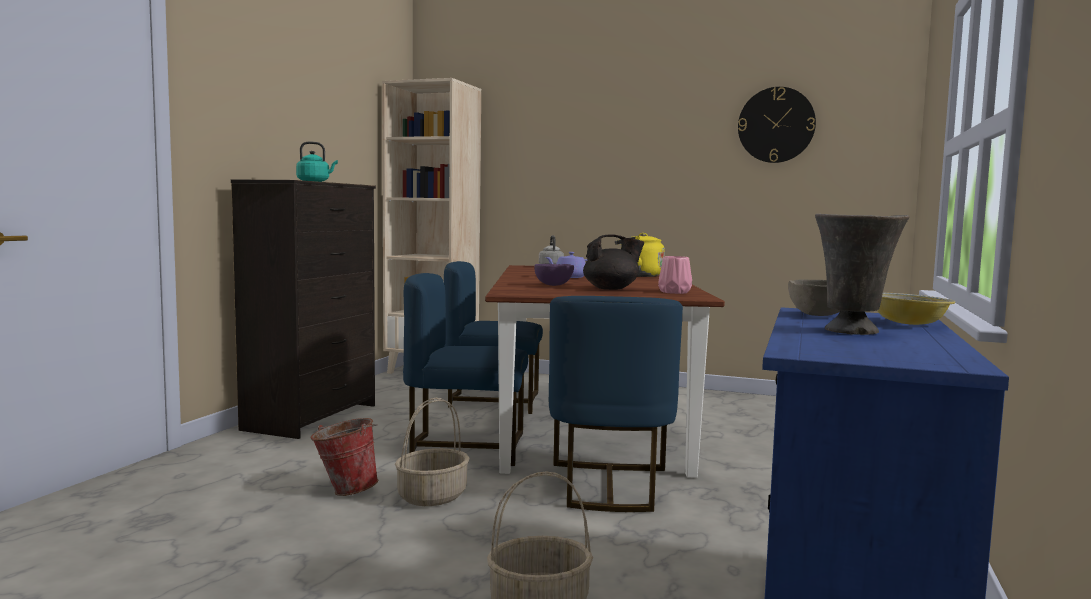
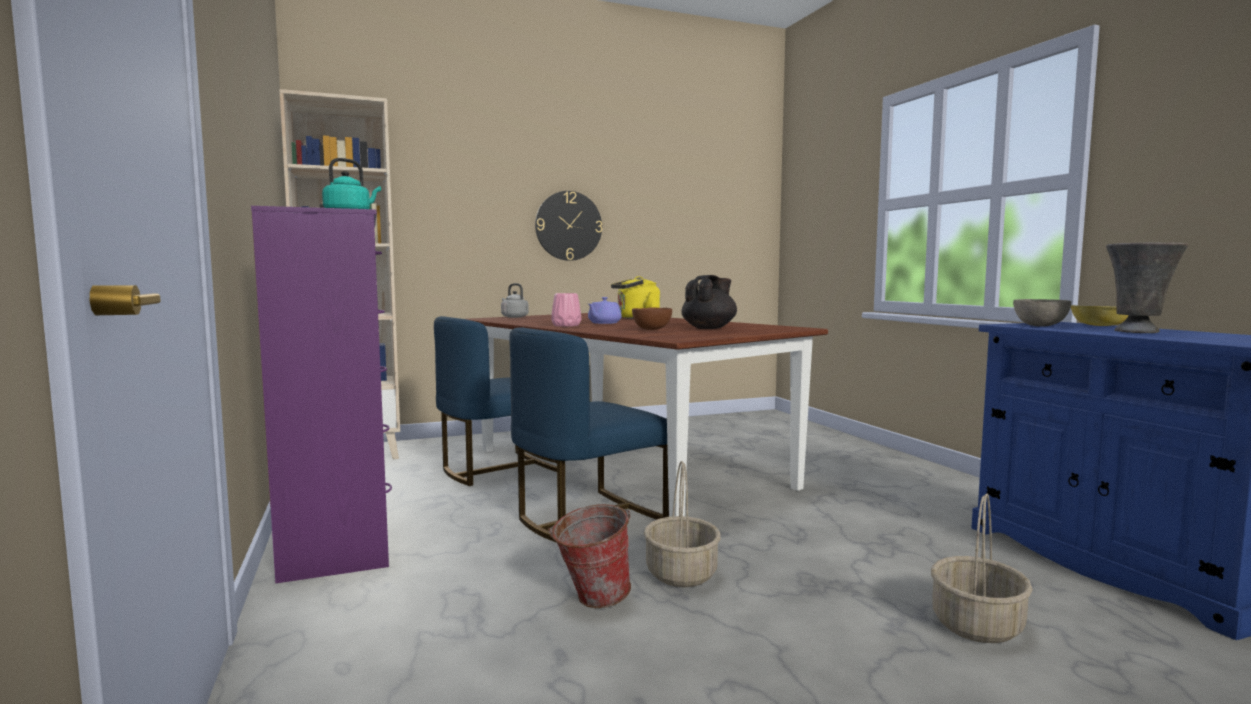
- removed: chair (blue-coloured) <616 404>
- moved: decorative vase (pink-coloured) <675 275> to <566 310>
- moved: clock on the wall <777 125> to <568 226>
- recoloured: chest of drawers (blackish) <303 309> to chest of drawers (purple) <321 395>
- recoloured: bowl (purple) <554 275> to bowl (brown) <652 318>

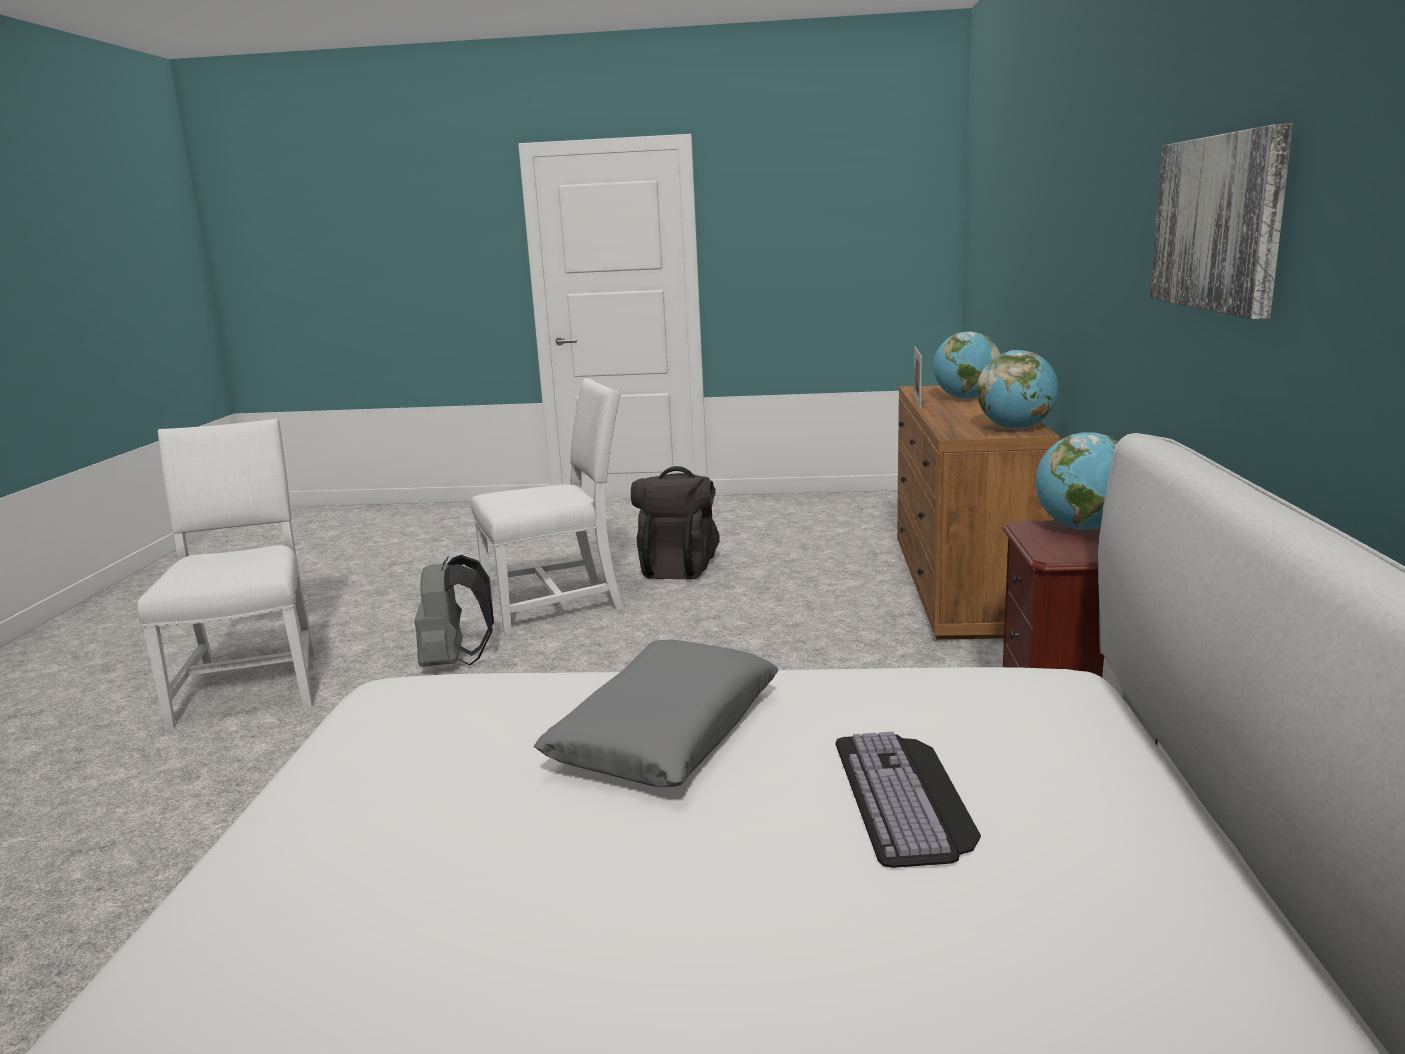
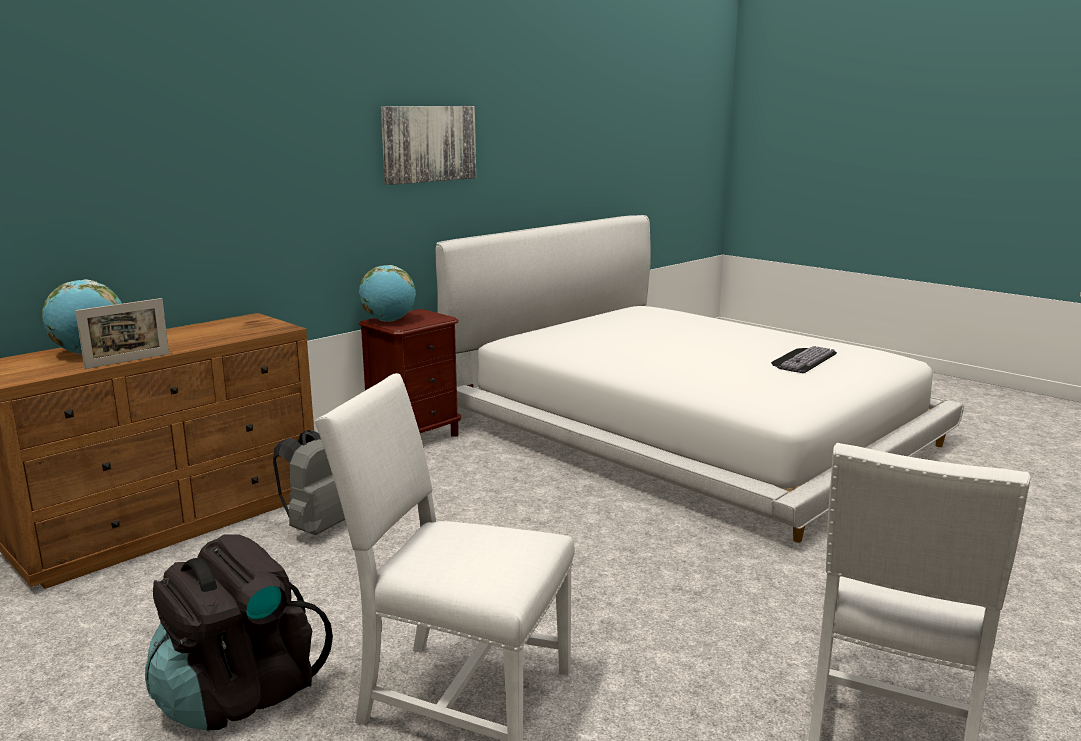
- removed: cushion (greyish) <656 713>
- removed: world globe <1017 389>
- moved: backpack (greyish) <454 611> to <309 482>
- moved: computer keyboard <908 800> to <804 359>

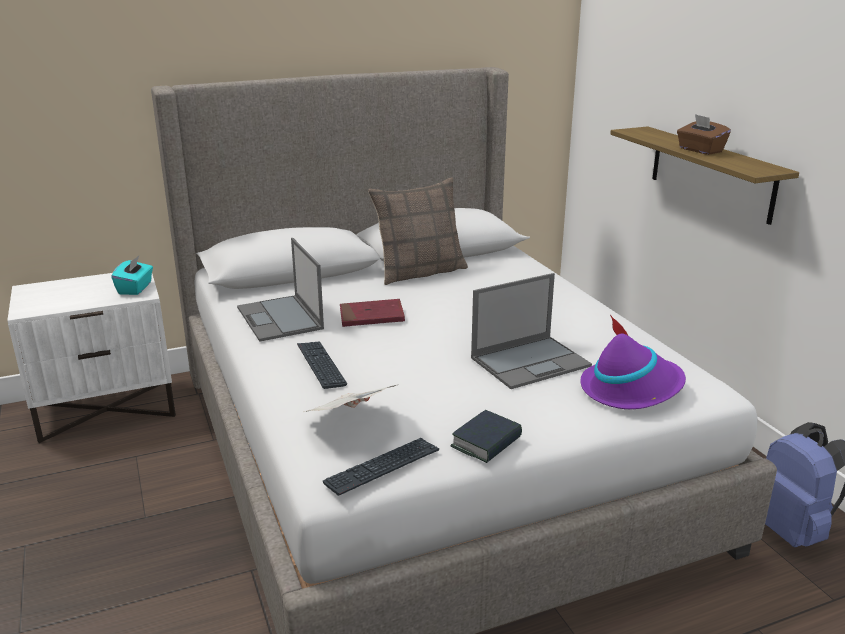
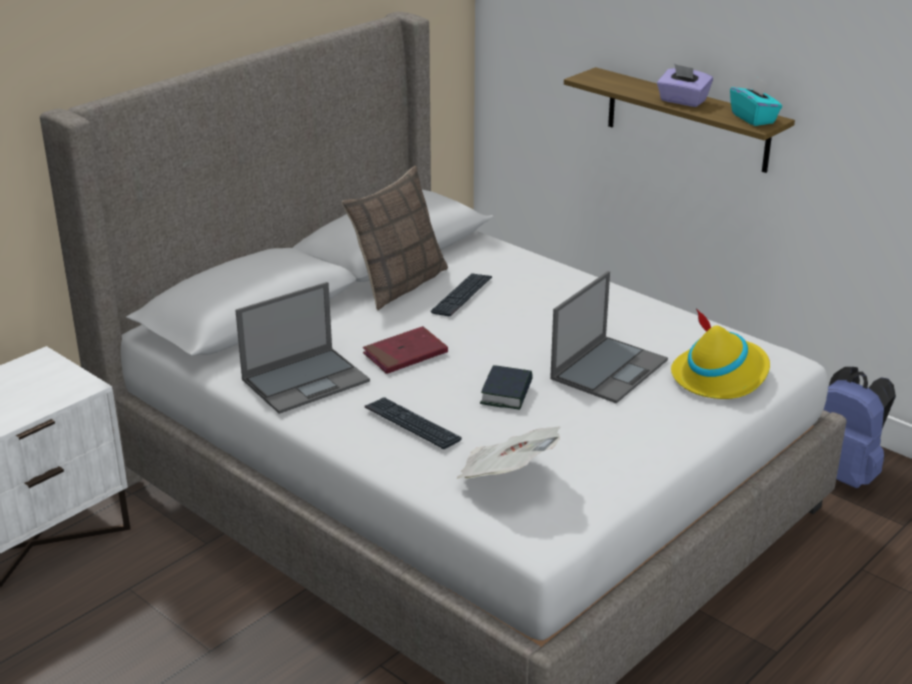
- moved: tissue box (turquoise-coloured) <132 275> to <756 102>
- moved: computer keyboard <381 467> to <461 295>
- moved: book <486 436> to <506 387>
- recoloured: hat (purple) <633 362> to hat (yellow) <720 353>
- recoloured: tissue box (brown) <704 134> to tissue box (purple) <685 85>
- turned: notebook computer <280 290> = <302 348> 75 degrees counterclockwise

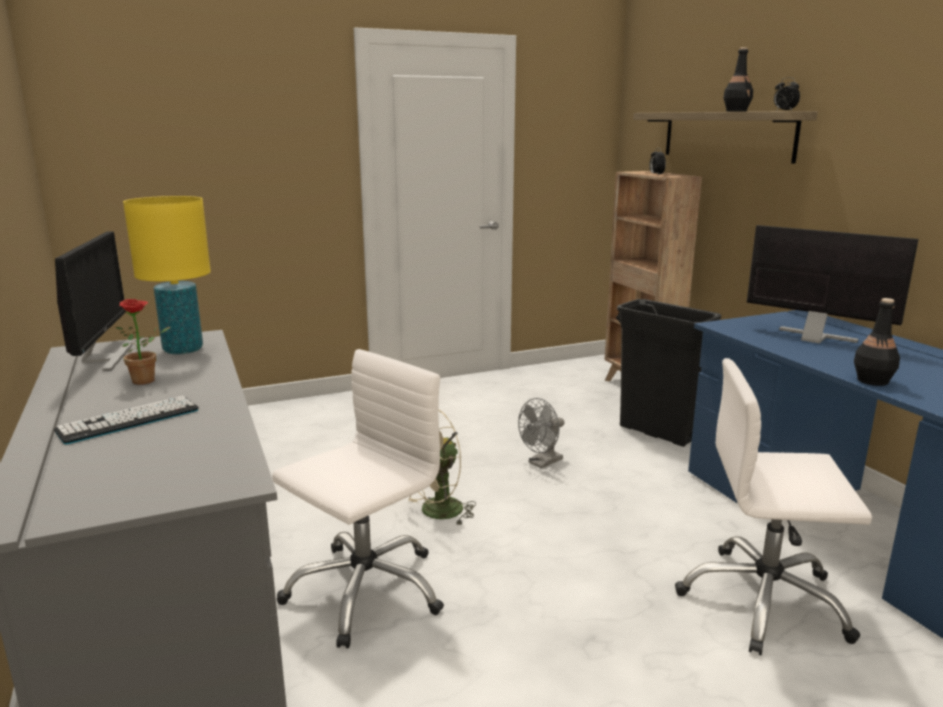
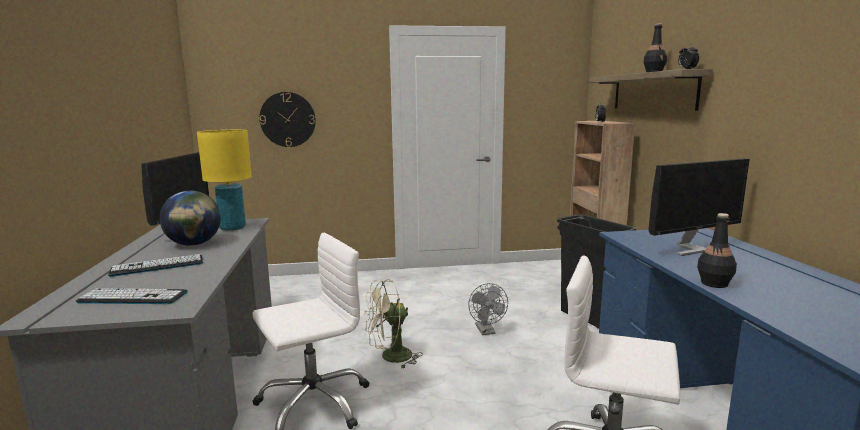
- added: computer keyboard <132 296>
- added: clock on the wall <287 119>
- replaced: potted plant <143 342> to world globe <190 218>
- turned: cooling fan (greyish) <541 433> = <488 309> 75 degrees counterclockwise
- turned: computer screen <833 284> = <699 207> 105 degrees clockwise

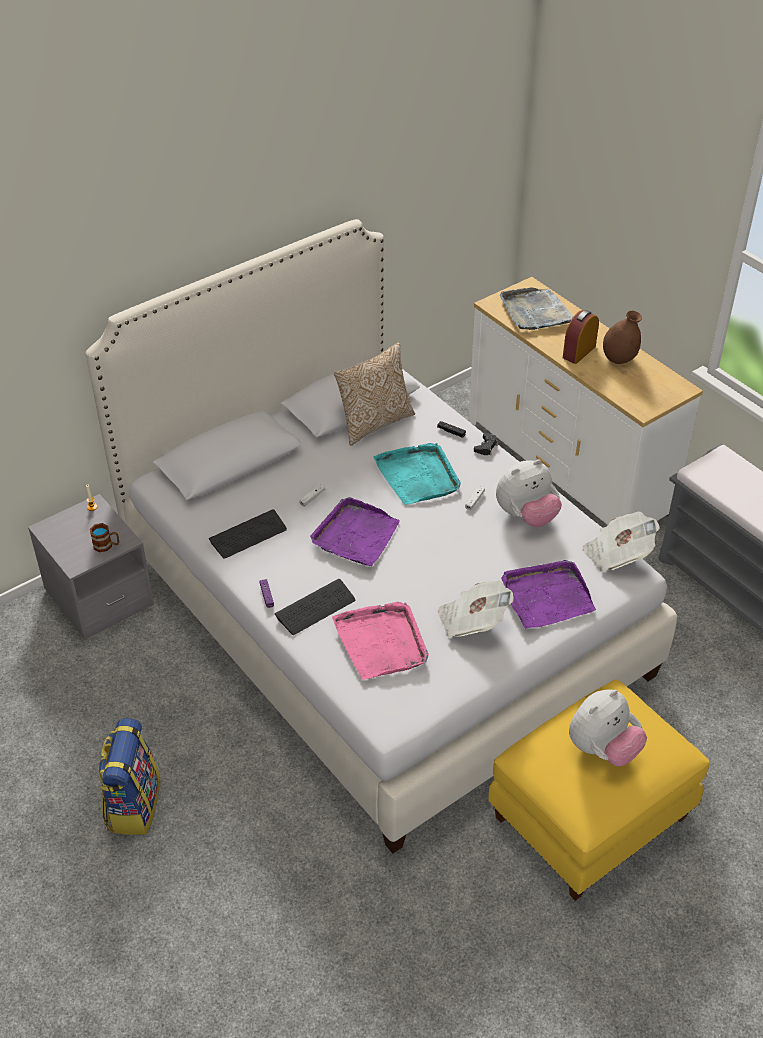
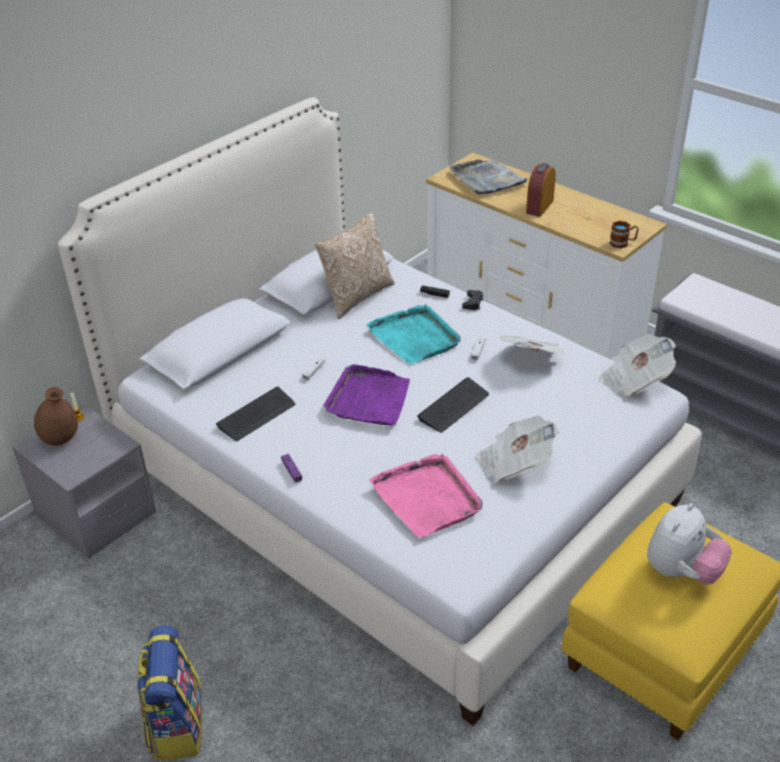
- removed: serving tray (purple) <548 594>
- moved: coffee mug <104 537> to <624 234>
- moved: computer keyboard <315 607> to <453 405>
- moved: decorative vase (brown) <622 337> to <56 416>
- replaced: soft toy <529 493> to printed paper <532 345>

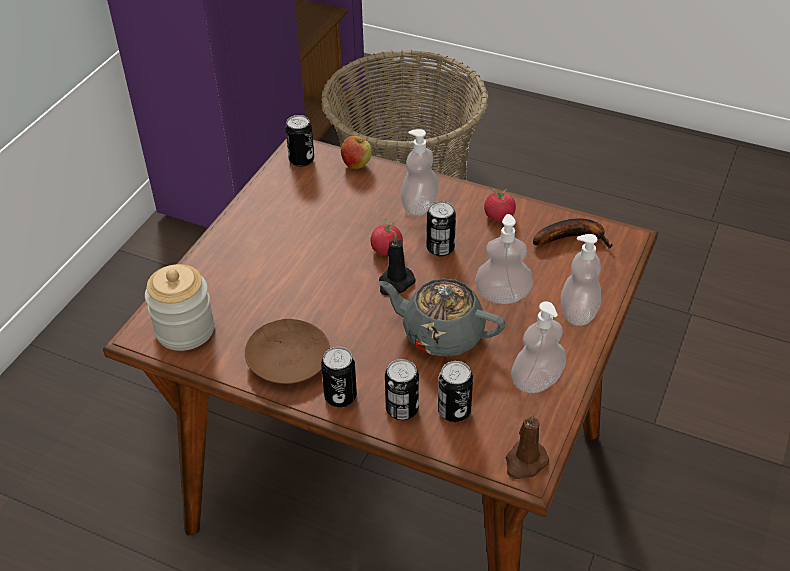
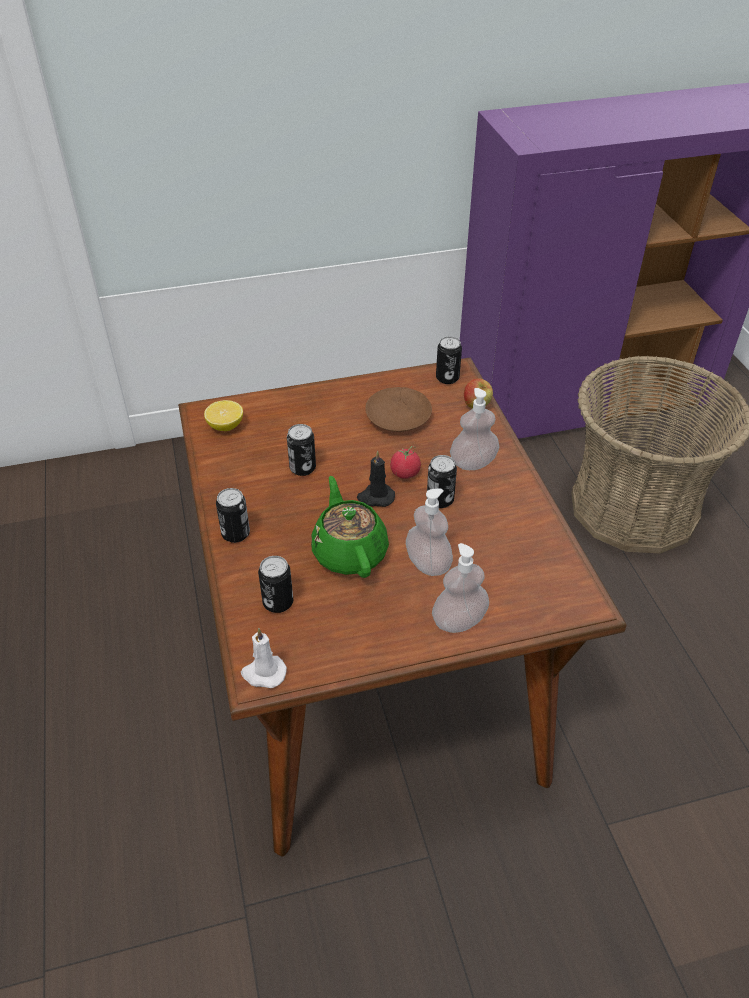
- removed: fresh tomato <500 204>
- removed: soap bottle <538 347>
- removed: whole banana <573 233>
- moved: dinner plate (brown) <287 351> to <398 409>
- moved: metal can <402 389> to <301 450>
- replaced: jar <180 307> to whole lemon <223 415>
- recoloured: teapot (greyish) <441 317> to teapot (greenish) <350 527>
- recoloured: wax candle (brown) <527 445> to wax candle (white) <264 658>

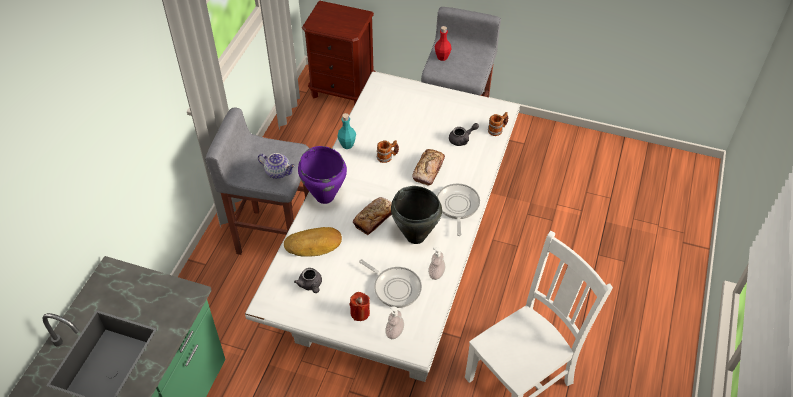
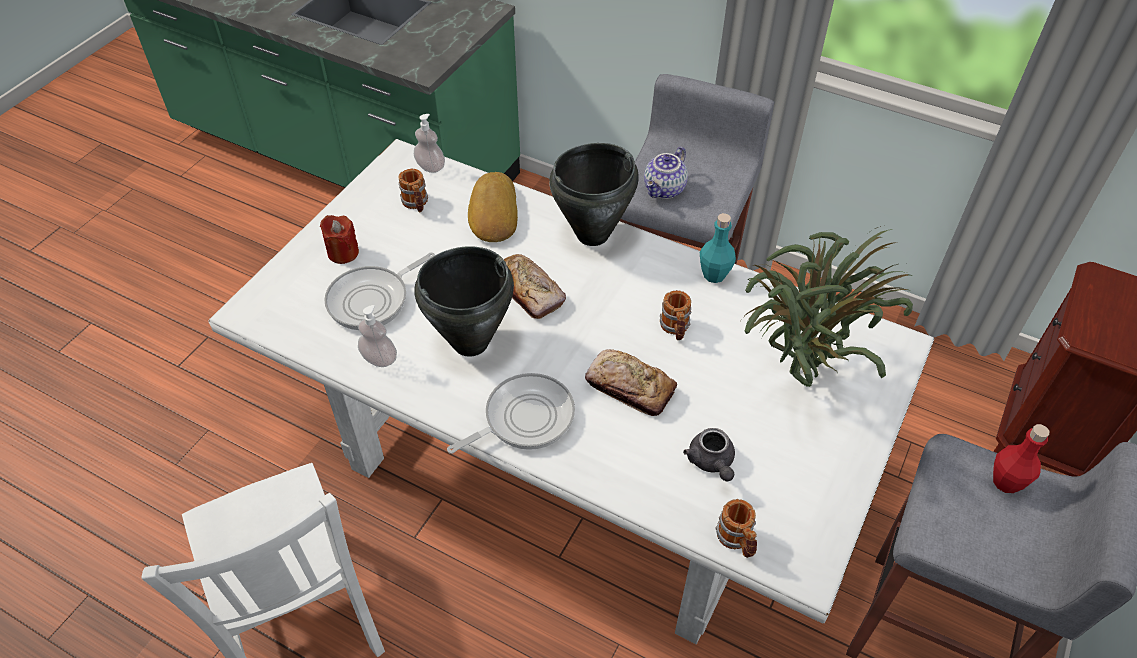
- added: potted plant <827 306>
- moved: soap bottle <394 323> to <429 143>
- replaced: teapot (greyish) <308 280> to coffee mug <413 190>
- recoloured: cooking pot (purple) <322 175> to cooking pot (blackish) <594 194>
- turned: pan <458 209> = <511 413> 45 degrees counterclockwise

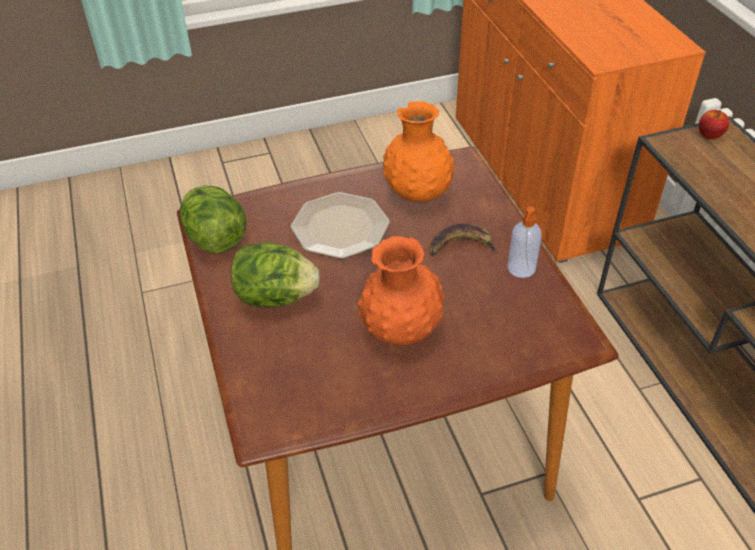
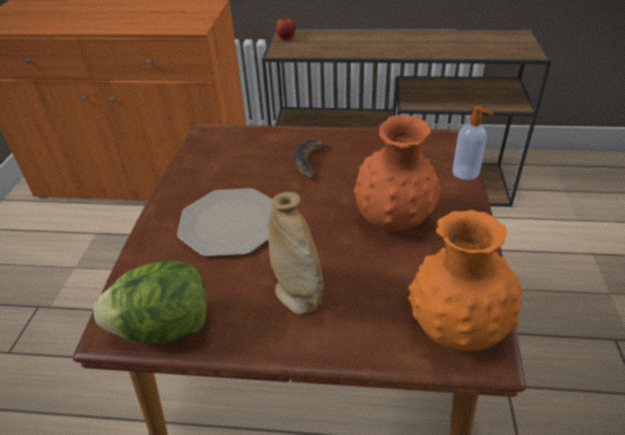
- moved: decorative vase (orange-coloured) <419 151> to <465 280>
- moved: soap bottle <524 242> to <472 143>
- replaced: lettuce <275 274> to decorative vase (beige-coloured) <295 253>

